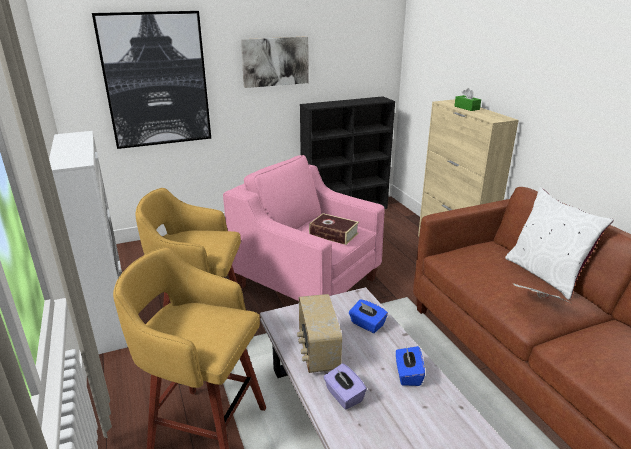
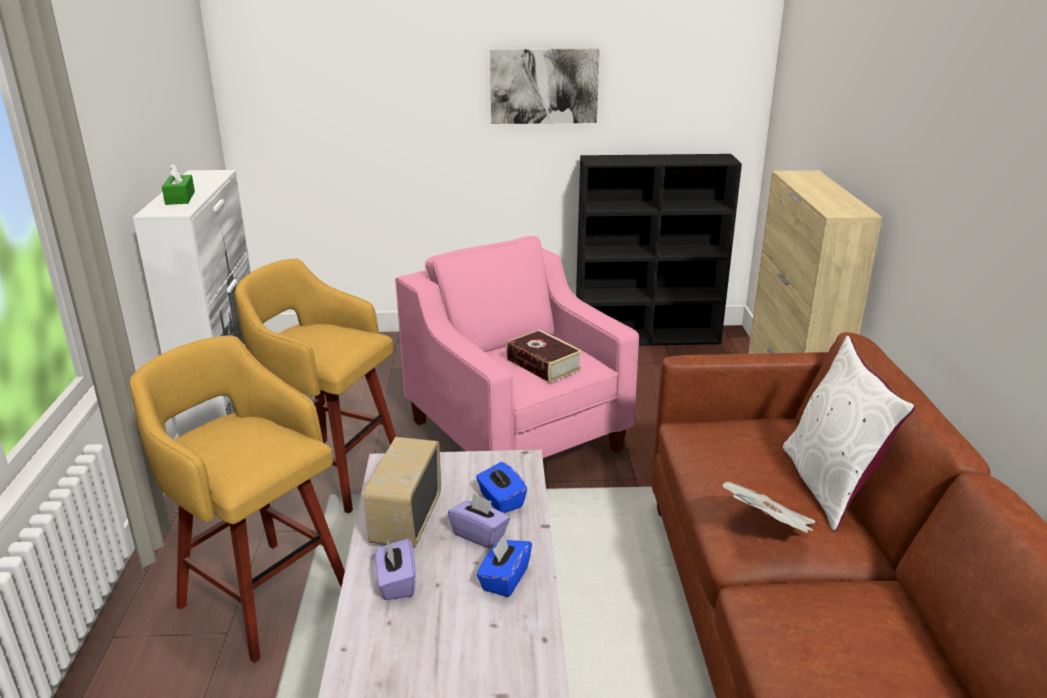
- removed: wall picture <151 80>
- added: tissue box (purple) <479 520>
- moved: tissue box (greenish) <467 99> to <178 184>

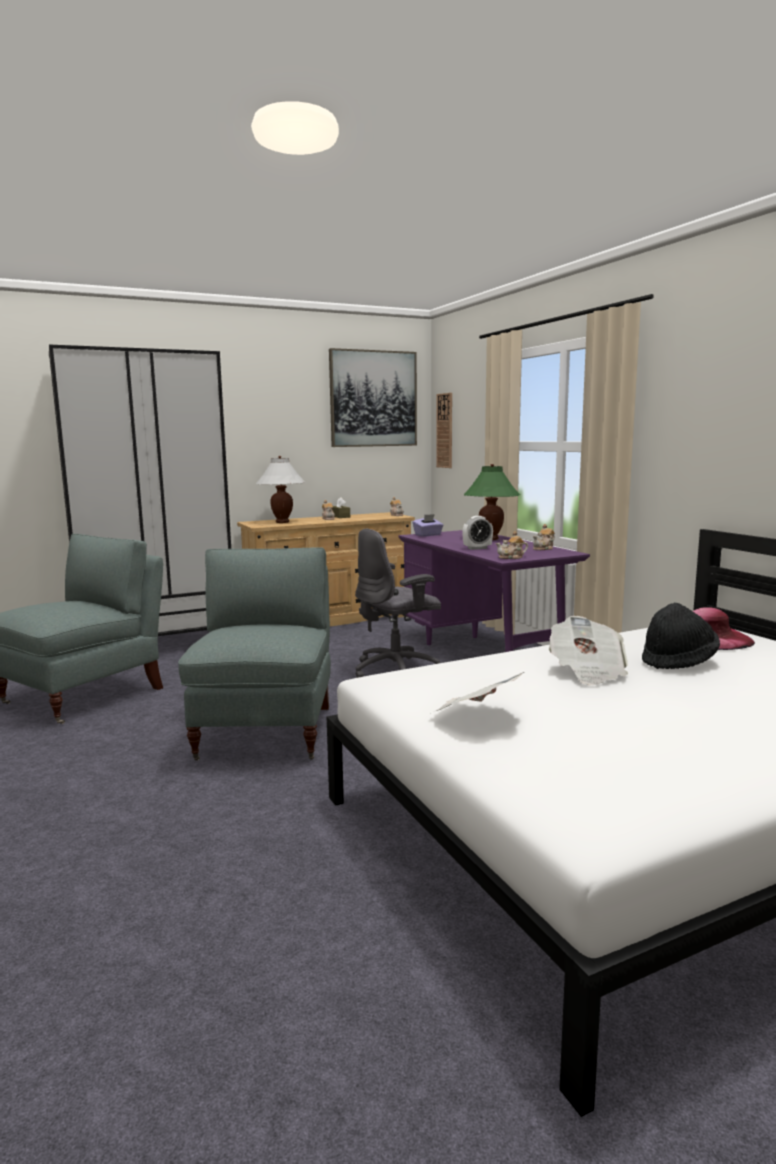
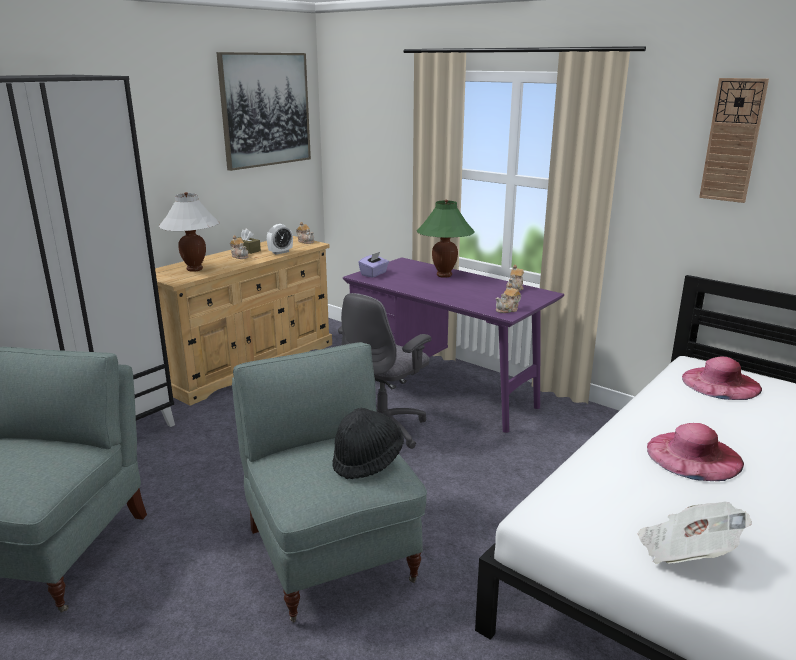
- moved: clock on the wall <444 430> to <734 140>
- moved: table clock <477 533> to <280 239>
- moved: hat (blackish) <681 636> to <368 443>
- replaced: printed paper <588 650> to hat (pink-coloured) <695 452>

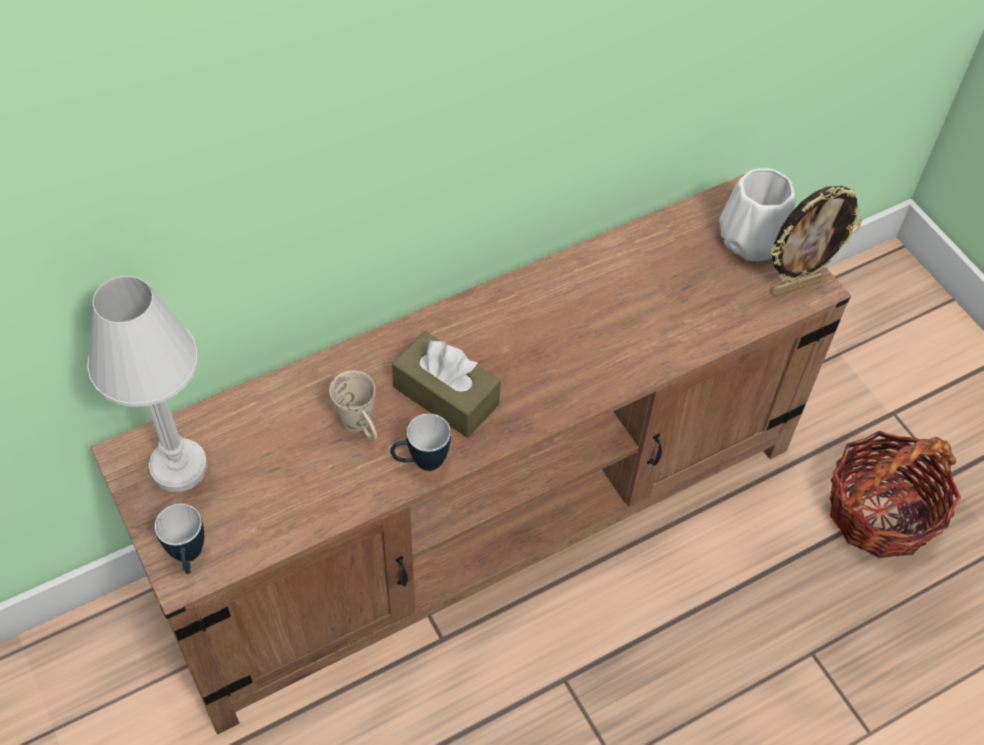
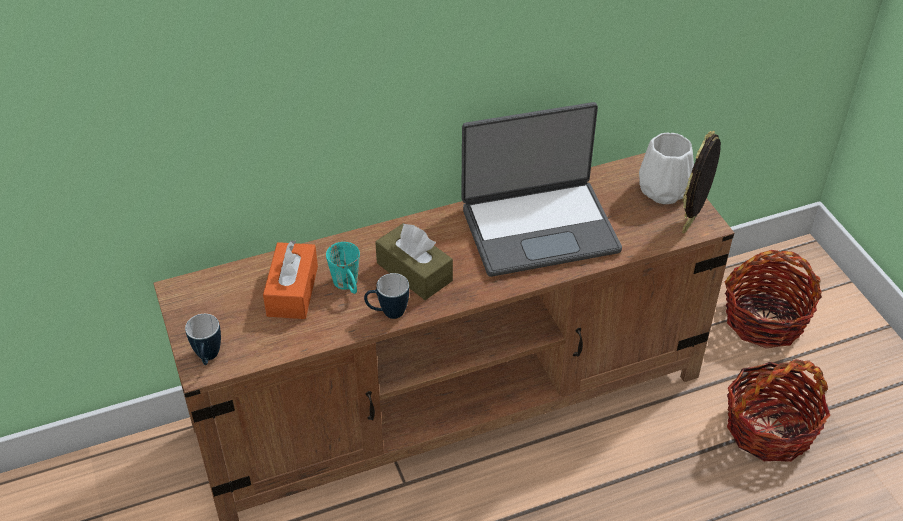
- removed: table lamp (white) <147 384>
- added: tissue box (orange-coloured) <290 279>
- added: notebook computer <541 189>
- added: storage basket <773 299>
- recoloured: coffee mug (beige-coloured) <353 406> to coffee mug (turquoise-coloured) <343 268>
- turned: photo frame <817 241> = <701 182> 135 degrees clockwise

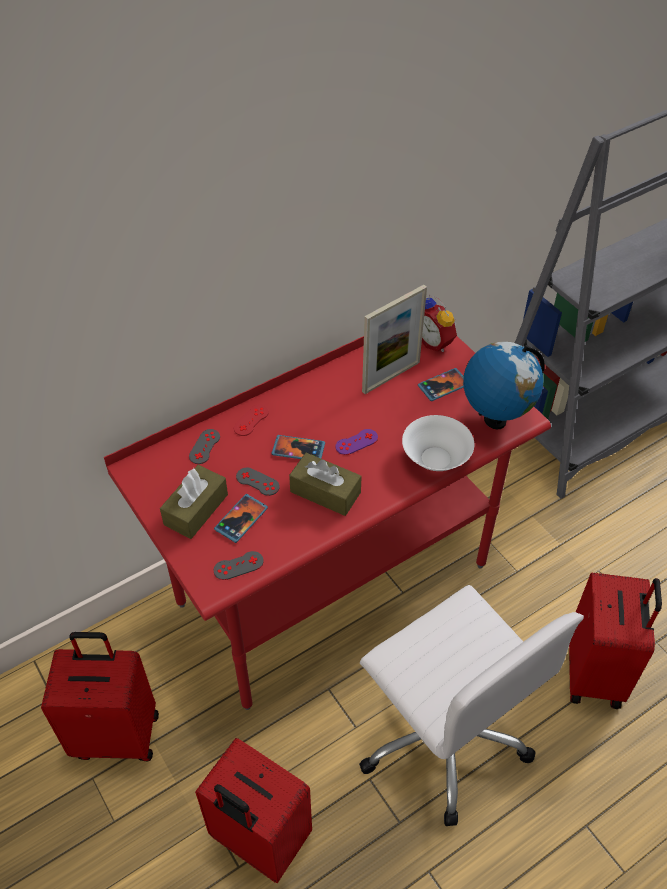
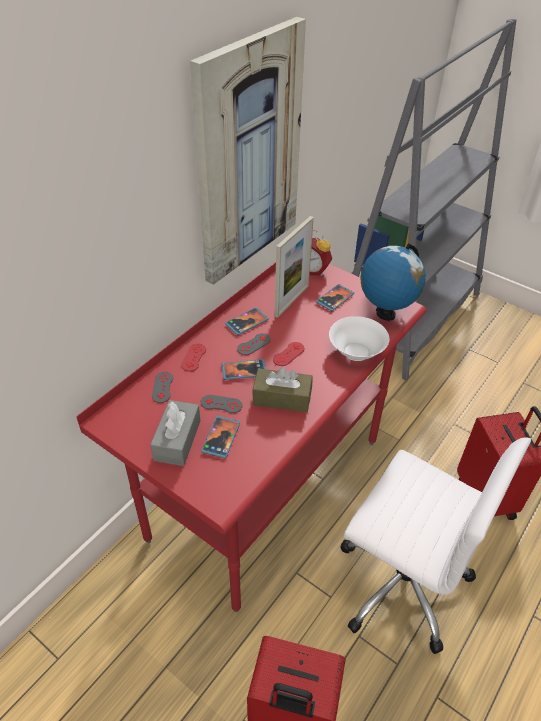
- removed: piece of luggage (red-coloured) <100 696>
- added: wall picture <248 151>
- added: handset <247 321>
- moved: game controller (greyish) <239 565> to <254 344>
- recoloured: tissue box (brown) <194 502> to tissue box (greyish) <175 433>
- recoloured: game controller (purple) <356 442> to game controller (red-coloured) <288 354>

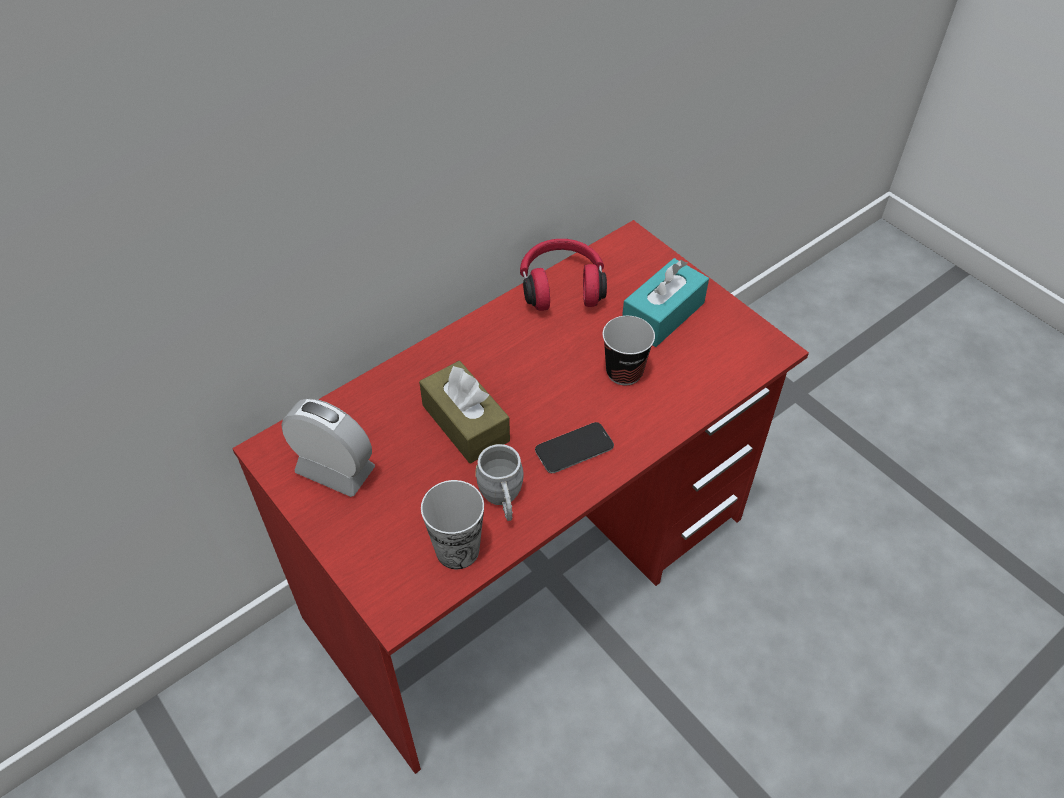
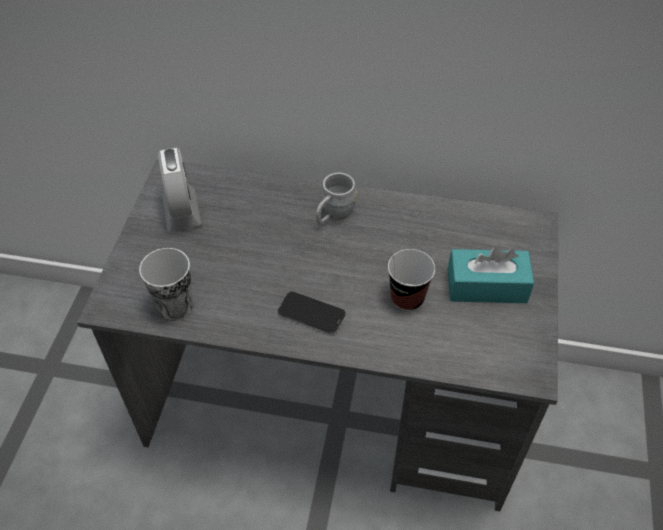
- removed: tissue box (brown) <464 412>
- removed: headphones (red-coloured) <563 275>
- moved: coffee mug (greyish) <499 482> to <336 198>
- recoloured: desk unit (red-coloured) <520 497> to desk unit (greyish) <317 335>

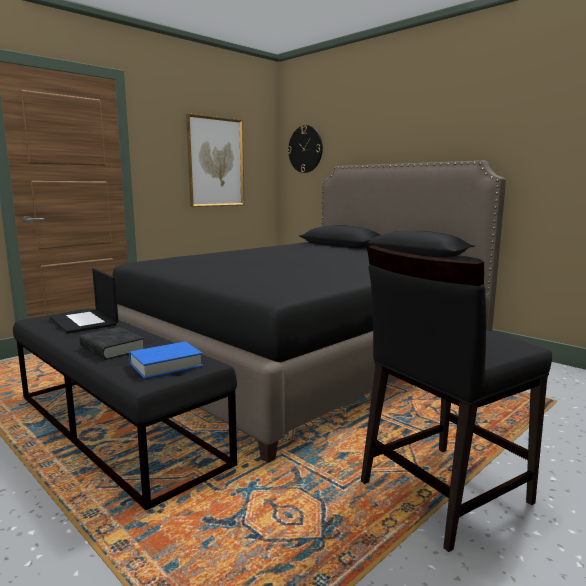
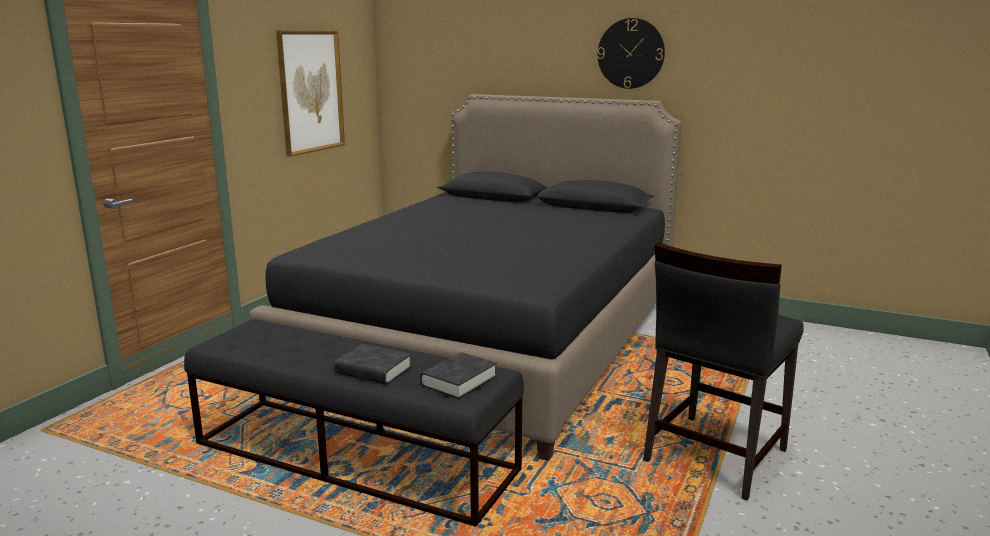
- removed: notebook computer <84 301>
- moved: clock on the wall <305 149> to <631 53>
- recoloured: book (blue-coloured) <166 360> to book (blackish) <458 375>

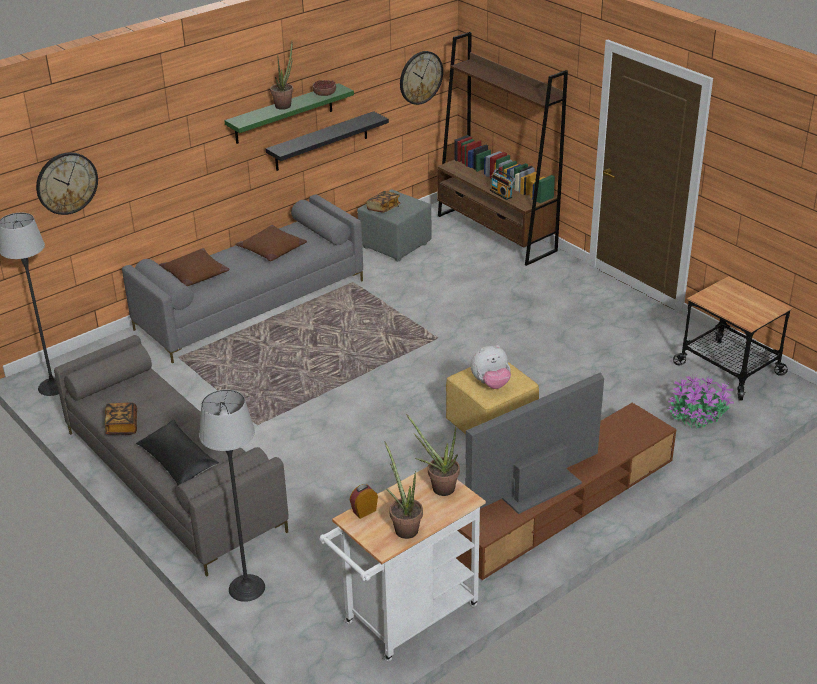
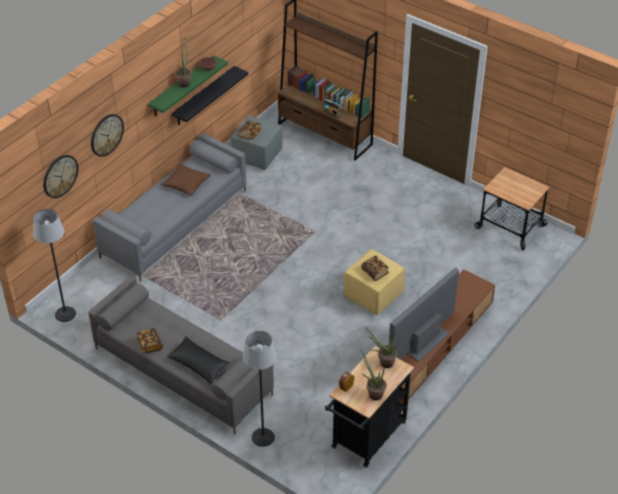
- removed: cushion (brown) <194 267>
- removed: potted plant <701 401>
- moved: clock on the wall <421 78> to <107 135>
- replaced: soft toy <491 367> to book <375 268>
- recoloured: trolley (white) <403 564> to trolley (blackish) <369 407>

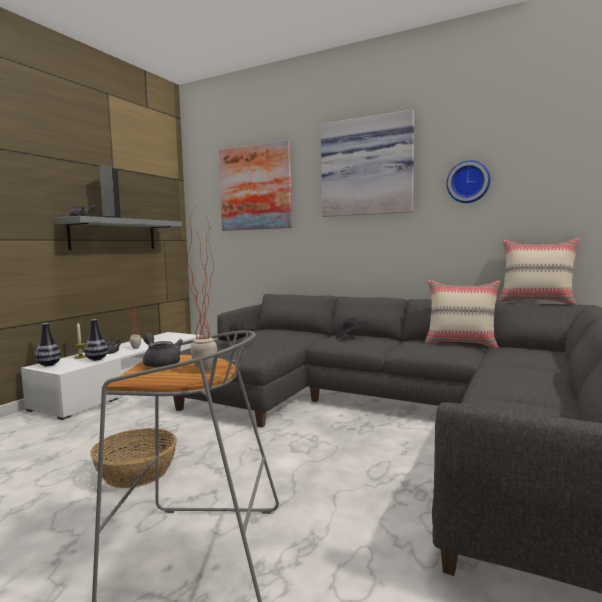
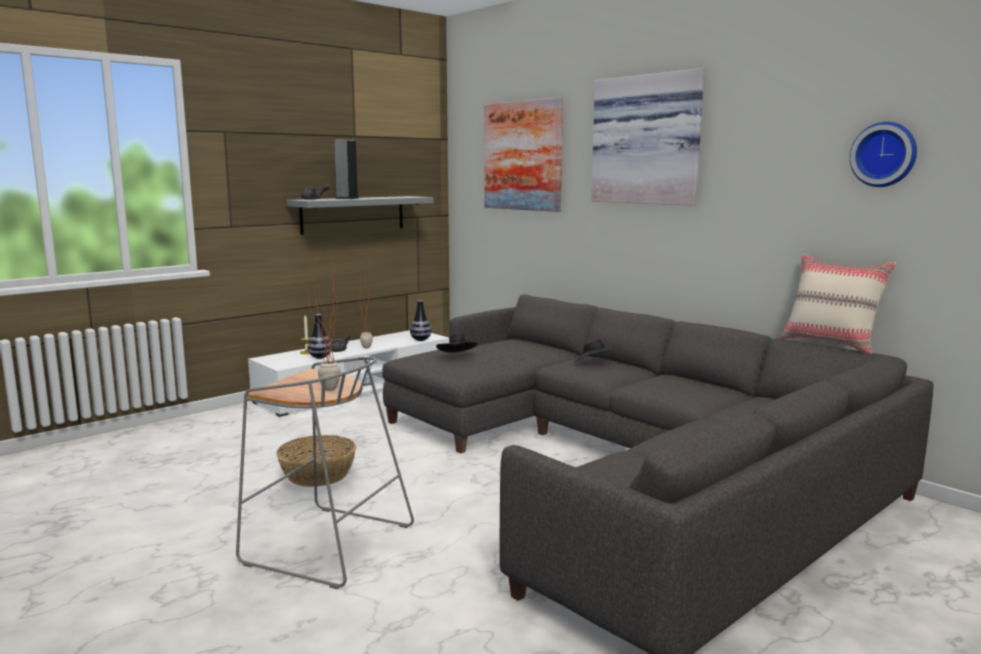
- removed: teapot (greyish) <163 350>
- removed: cushion (beige-coloured) <462 314>
- moved: decorative vase <48 344> to <420 320>
- moved: clock on the wall <468 181> to <883 154>

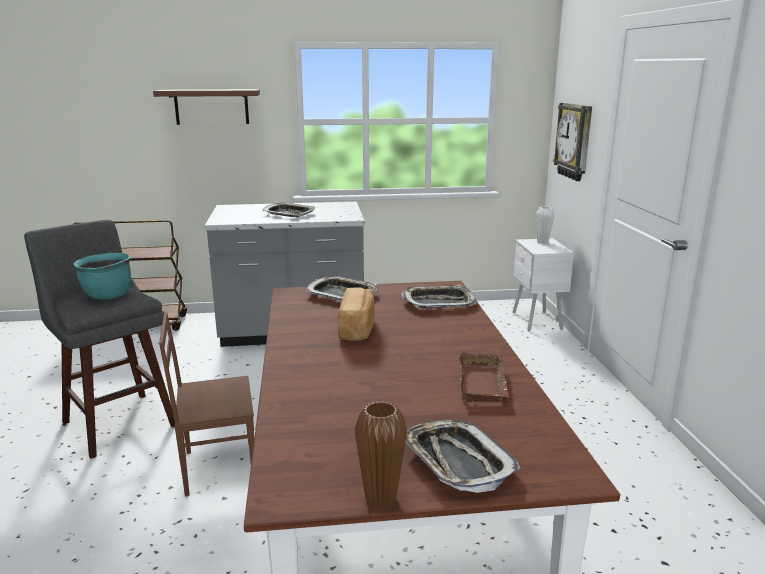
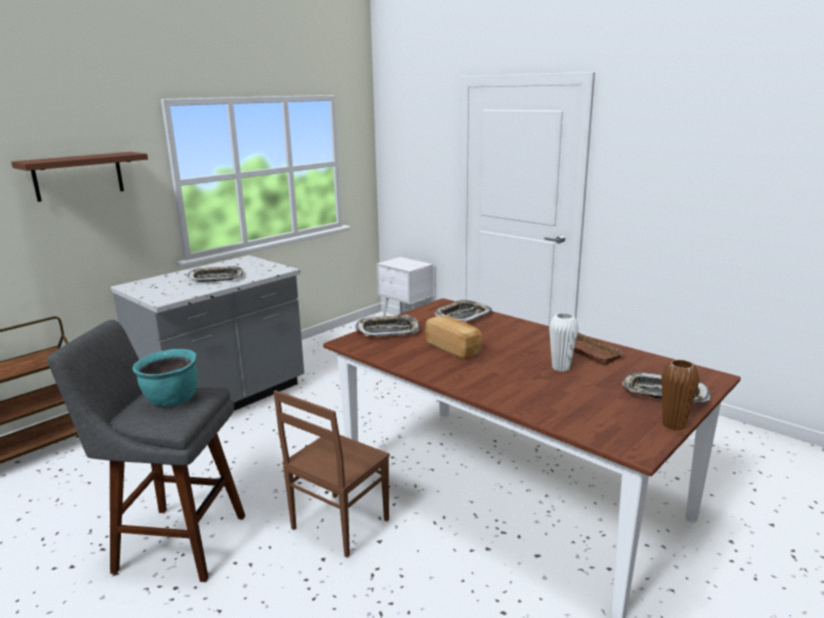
- removed: clock on the wall <572 142>
- moved: decorative vase (white) <545 225> to <564 342>

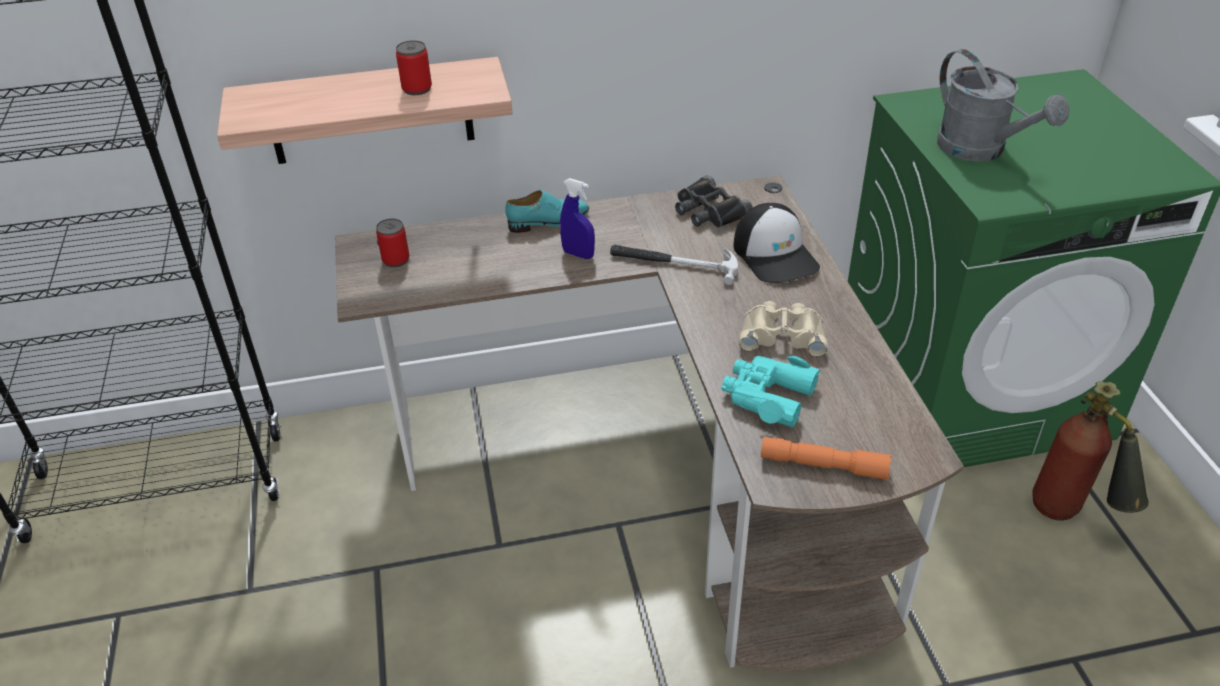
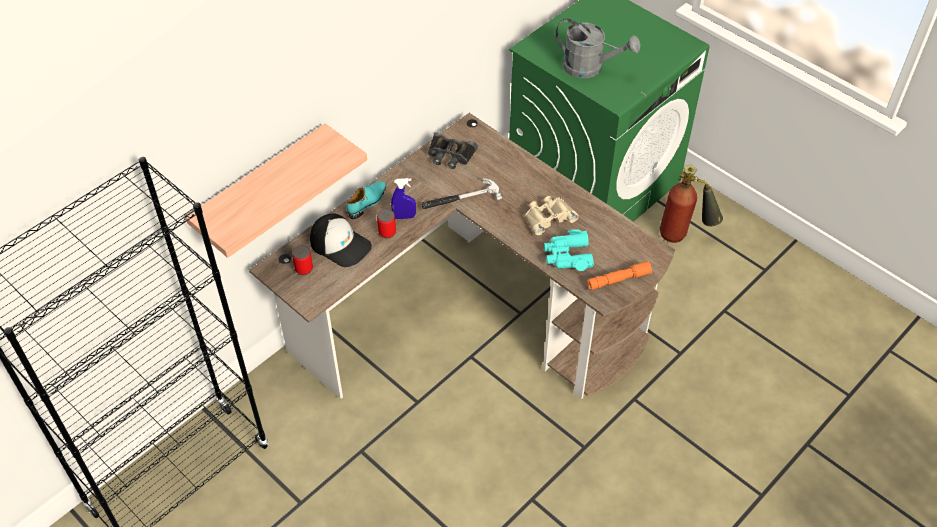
- moved: metal can <414 67> to <386 223>
- moved: cap <776 243> to <341 240>

